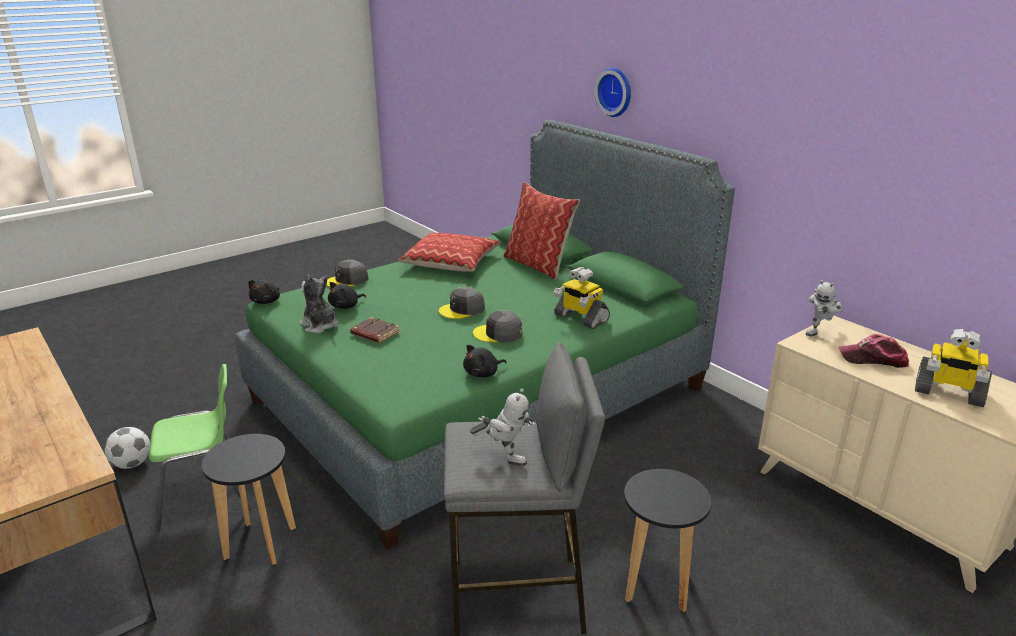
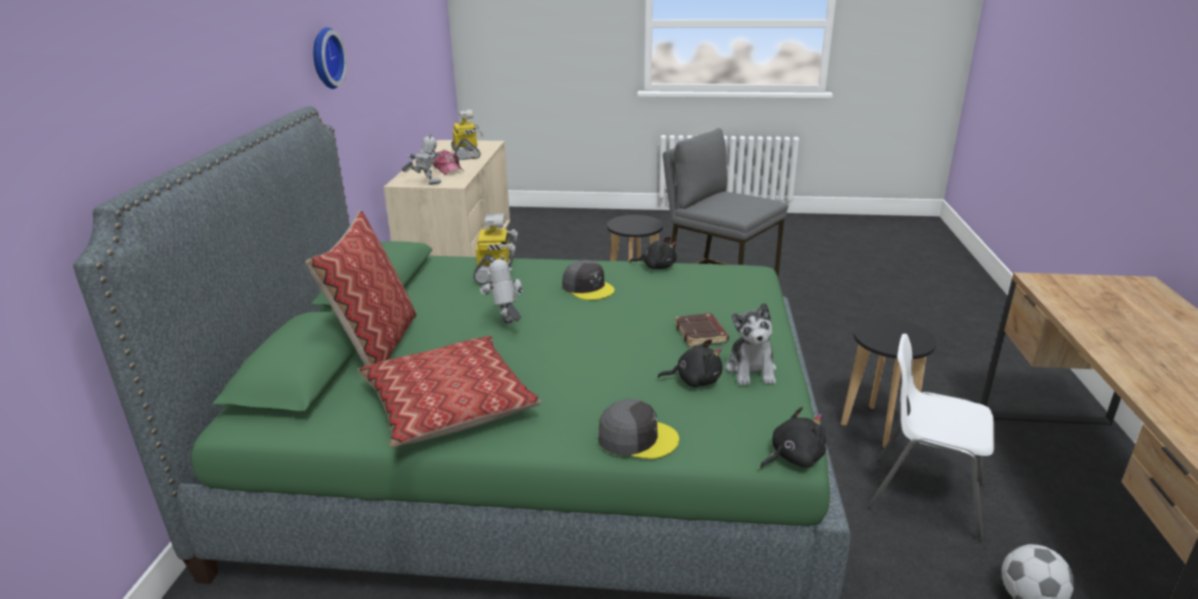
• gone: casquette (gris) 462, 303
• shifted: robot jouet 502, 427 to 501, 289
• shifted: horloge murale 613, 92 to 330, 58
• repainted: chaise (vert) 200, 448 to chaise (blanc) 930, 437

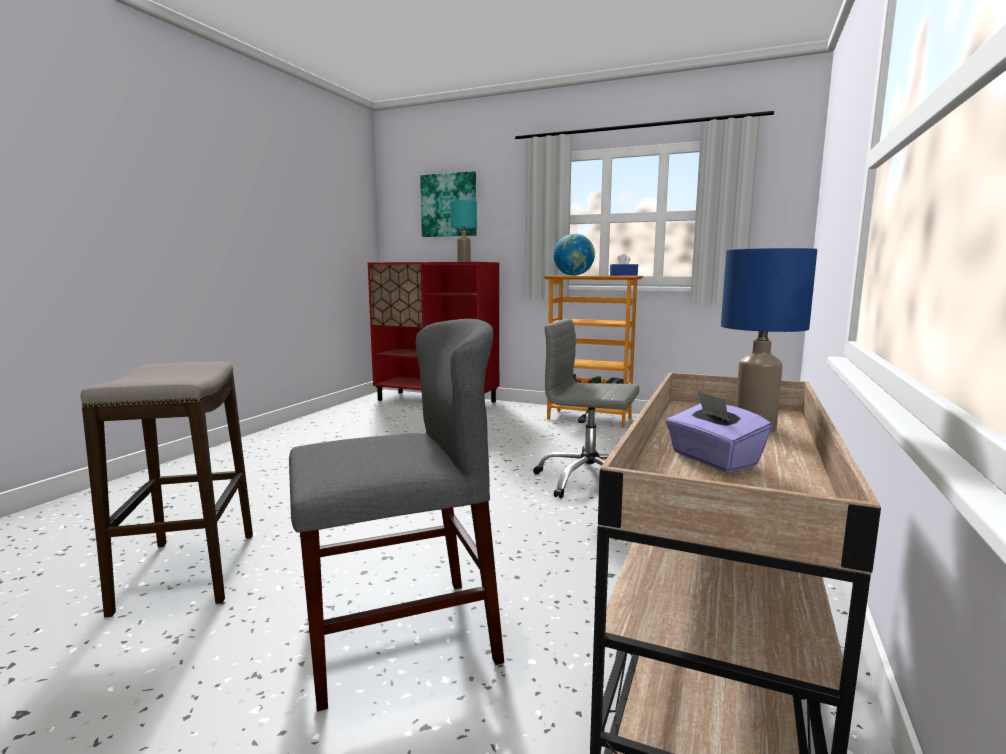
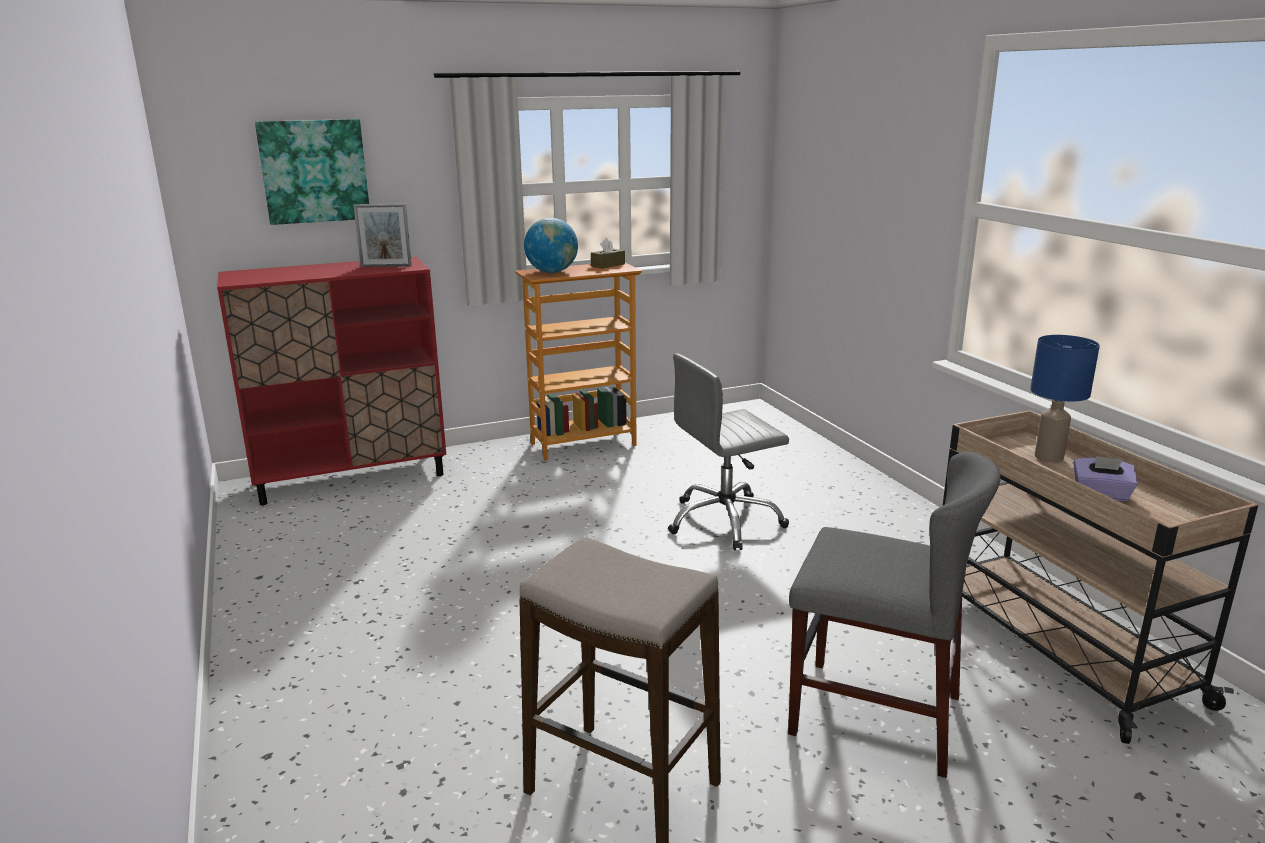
• swapped: lampe de table (turquoise) 463, 231 to cadre photo 382, 235
• repainted: boîte à mouchoirs (bleu) 624, 264 to boîte à mouchoirs (marron) 608, 253
• rotated: chaise (gris) 396, 515 = 894, 615 90 degrees clockwise

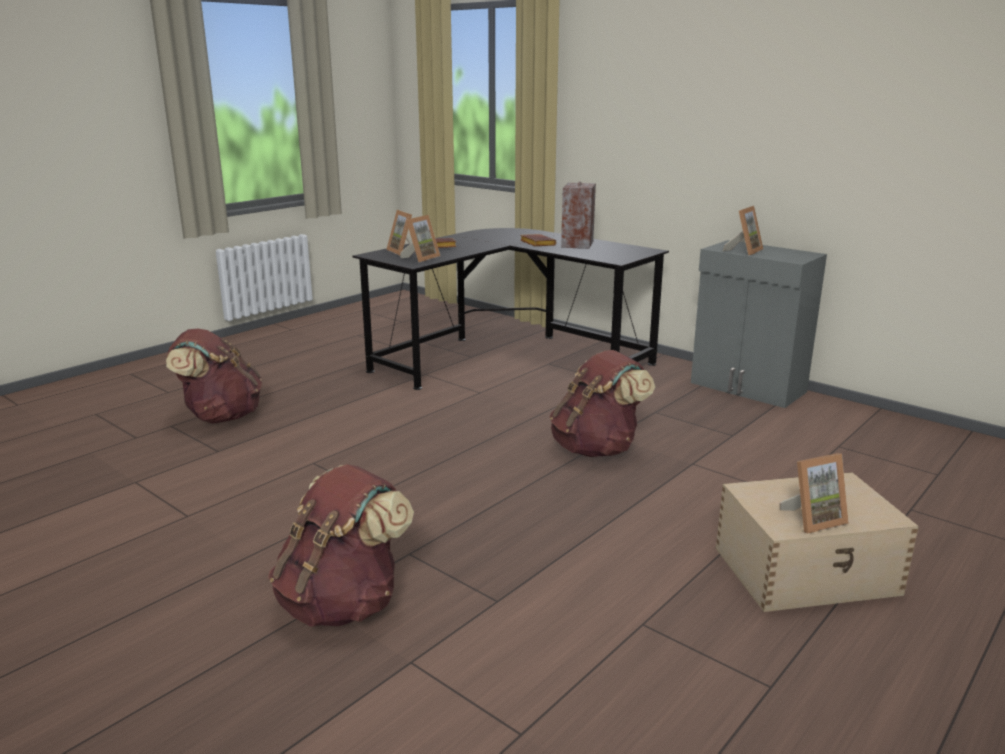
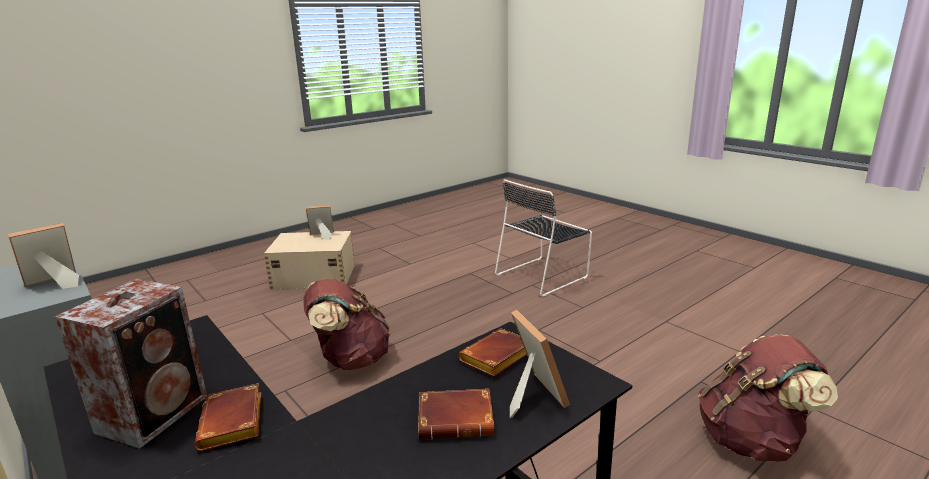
• swapped: sac à dos (marron) 341, 545 to chaise (noir) 543, 238
• swapped: cadre photo 420, 238 to livre (marron) 493, 352

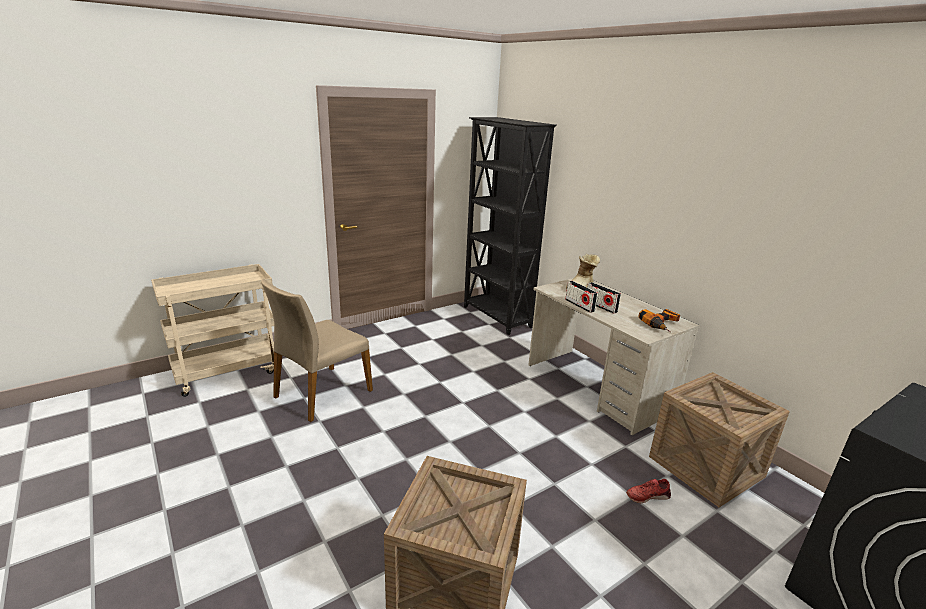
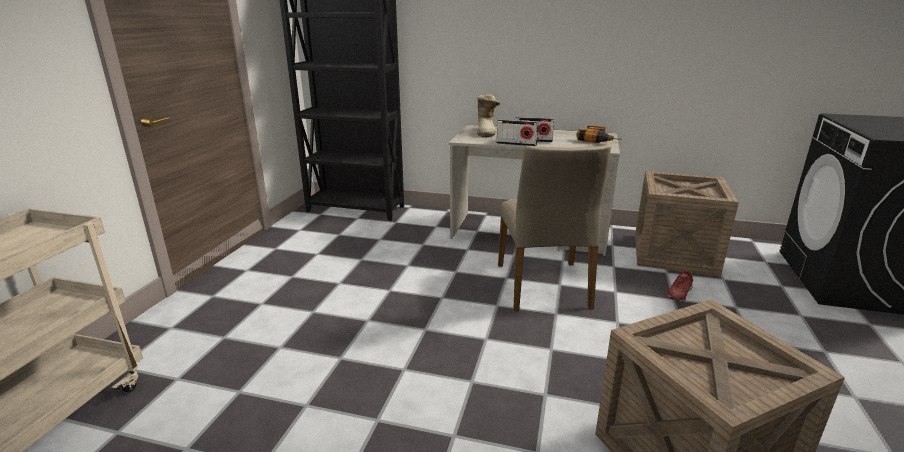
• shifted: chaise (beige) 317, 350 to 554, 228

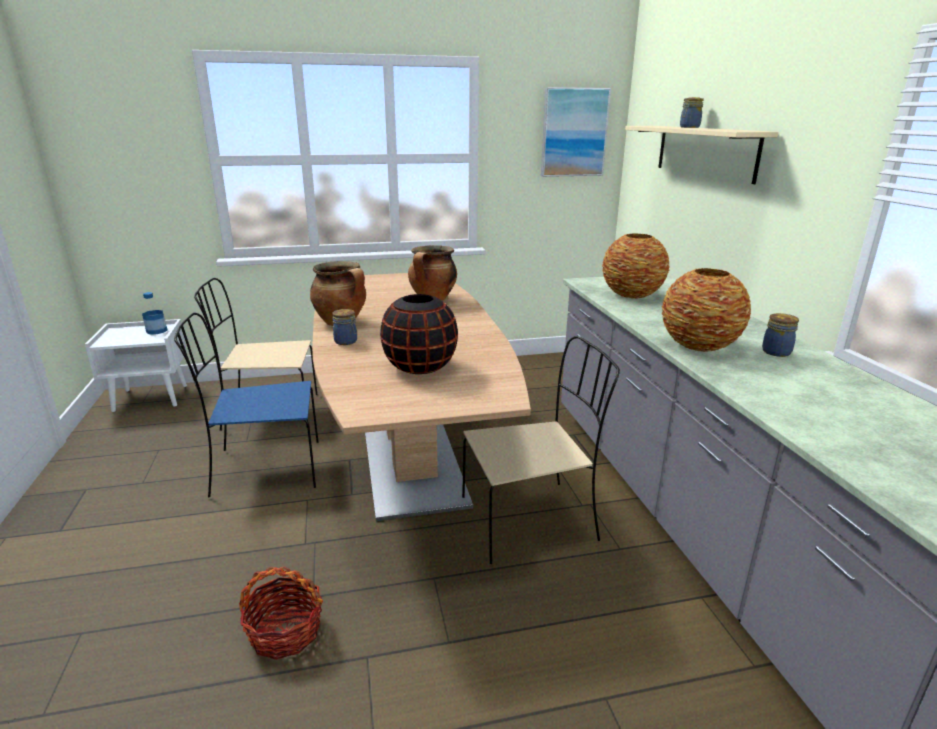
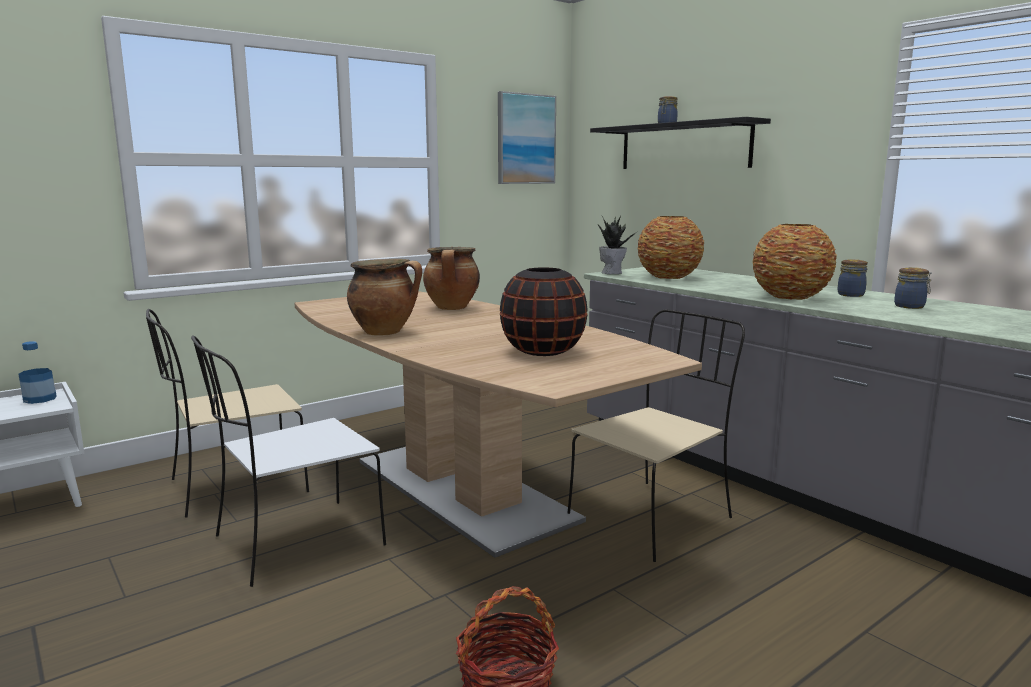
• new: plante en pot 617, 244
• shifted: bocal 344, 327 to 913, 288
• repainted: chaise (bleu) 246, 405 to chaise (blanc) 288, 461
• repainted: étagère (beige) 701, 155 to étagère (noir) 680, 143

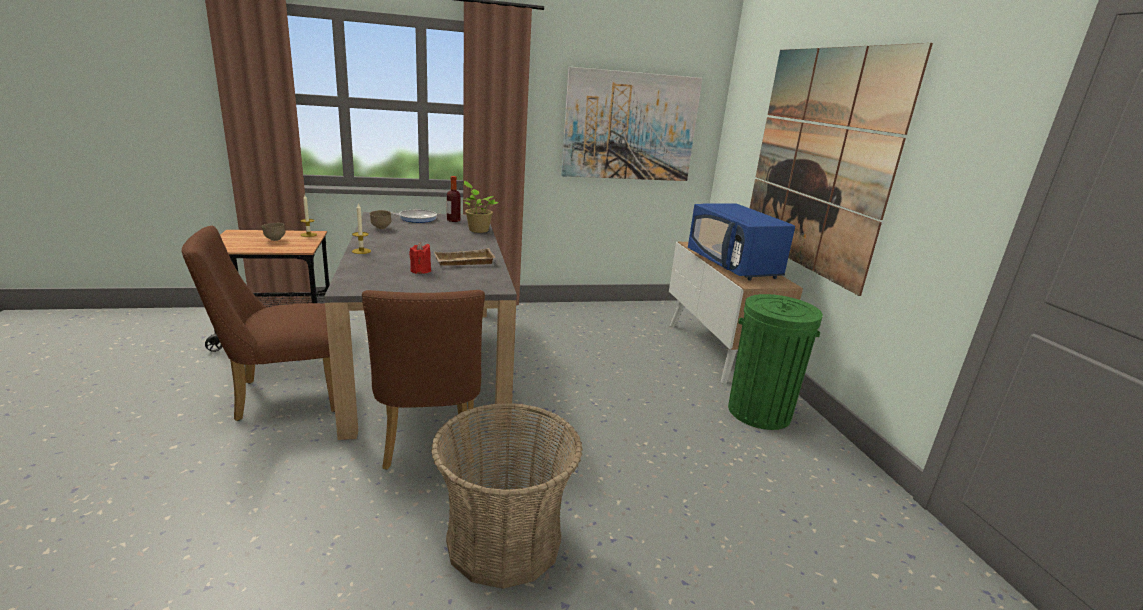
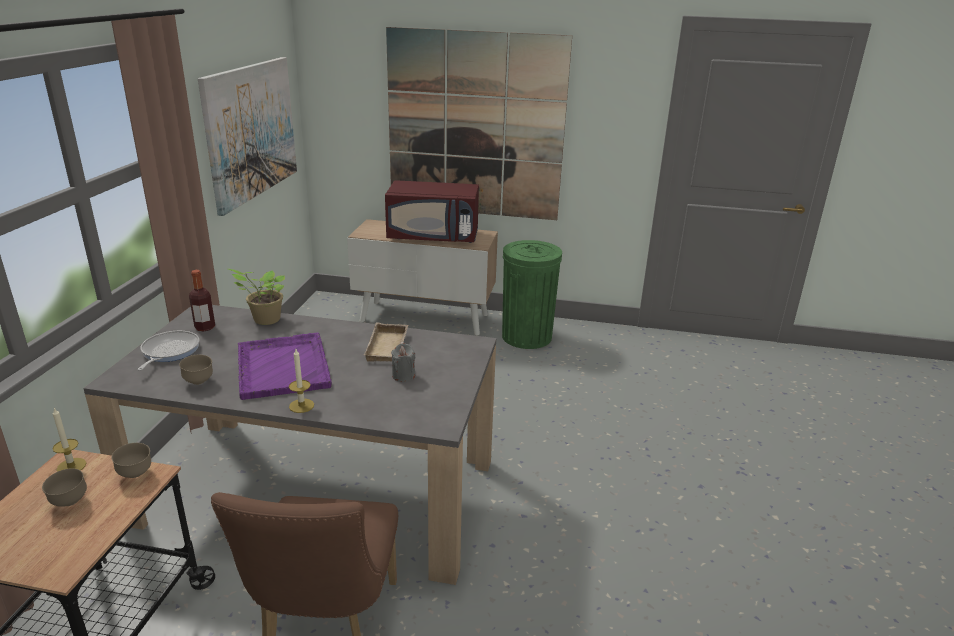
• gone: chaise (marron) 423, 380
• gone: panier 507, 496
• new: bol (marron) 131, 460
• new: plateau (violet) 285, 366
• repainted: bougie (rouge) 420, 258 to bougie (gris) 403, 362
• repainted: micro-ondes (bleu) 741, 242 to micro-ondes (rouge) 432, 211

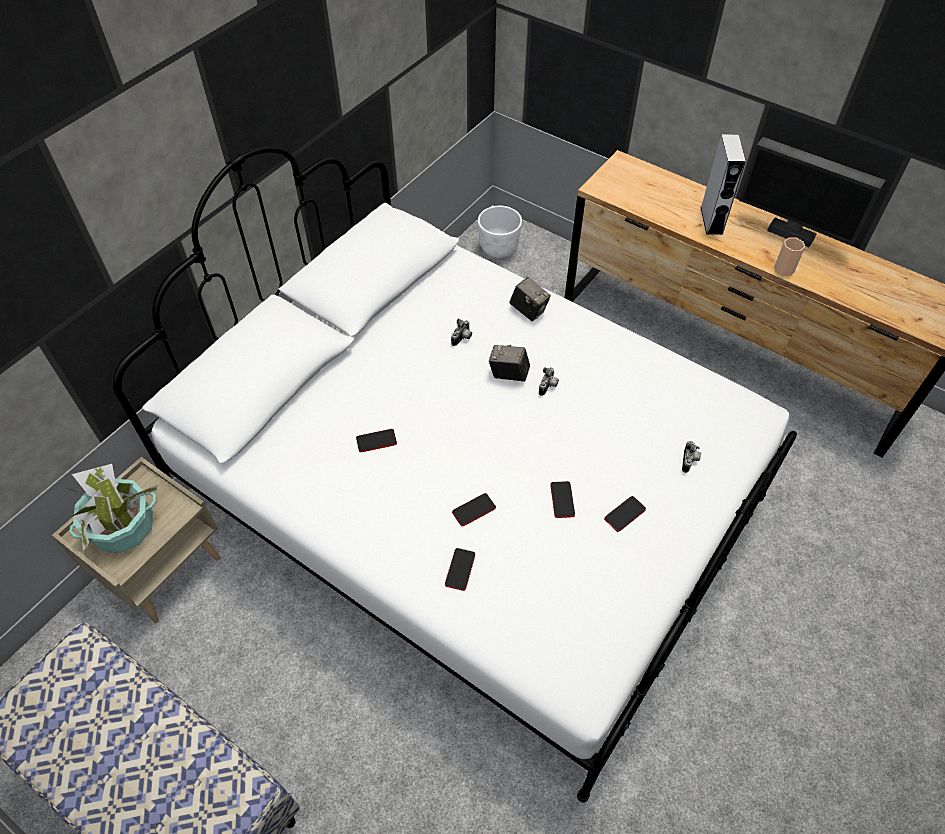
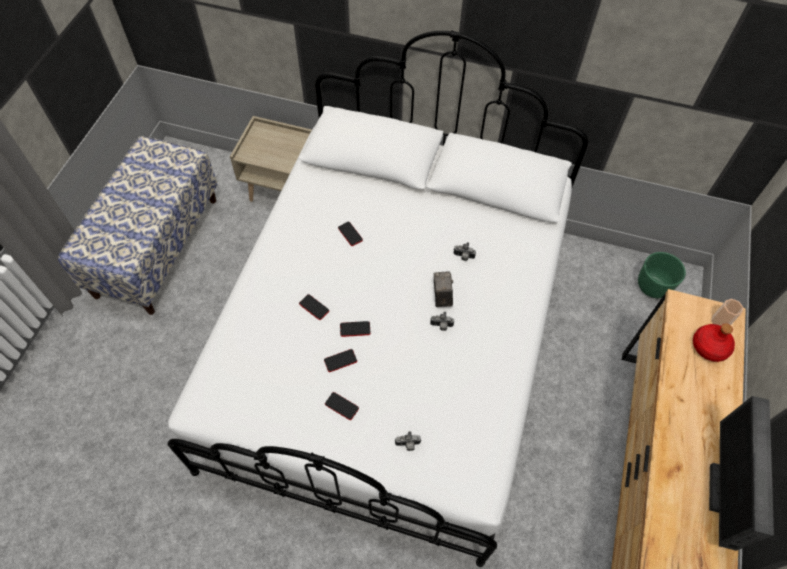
• gone: plante en pot 110, 508
• gone: appareil photo 530, 299
• gone: enceinte (gris) 723, 184
• new: bouteille (rouge) 714, 342
• shifted: téléphone 460, 569 to 355, 329
• shifted: tasse 789, 257 to 727, 312
• repainted: cache-pot (blanc) 500, 232 to cache-pot (vert) 662, 275

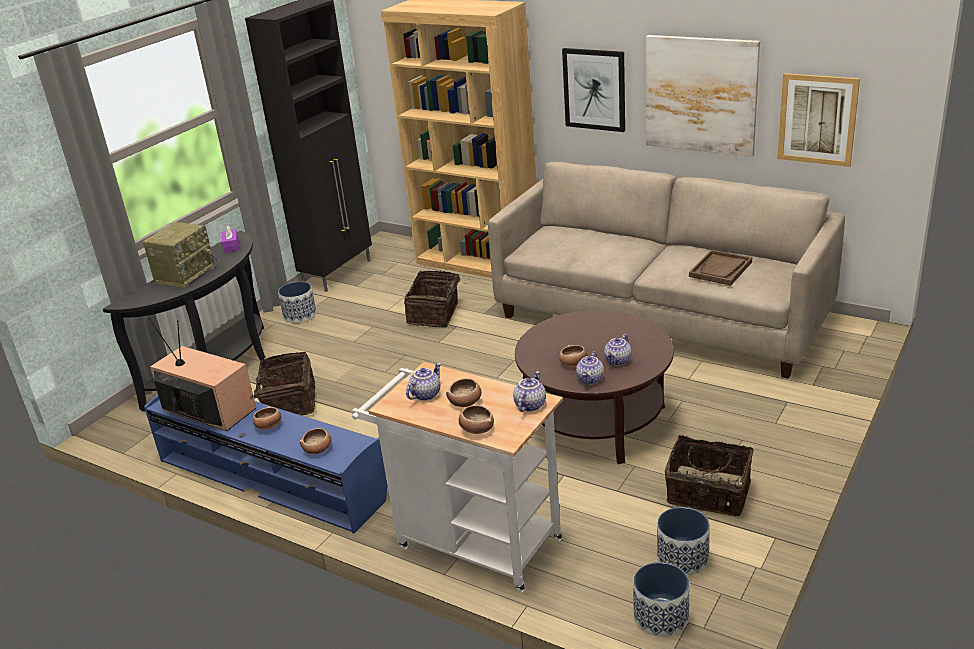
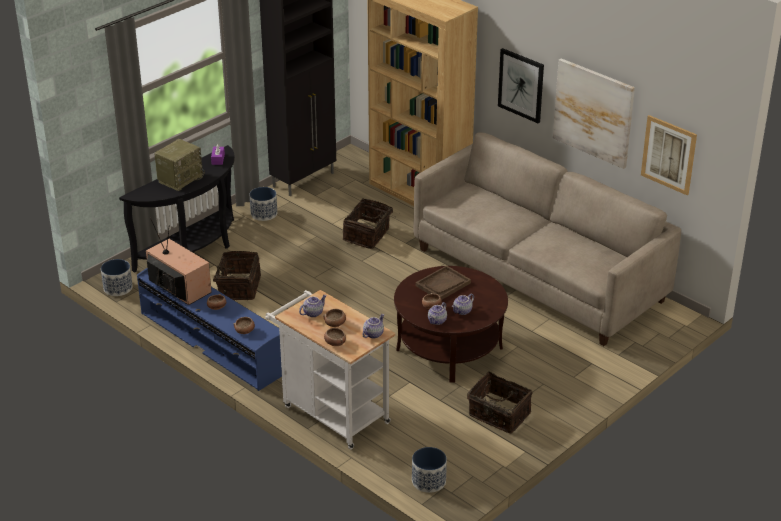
• shifted: cache-pot 683, 541 to 117, 277
• shifted: plateau (marron) 720, 268 to 443, 282

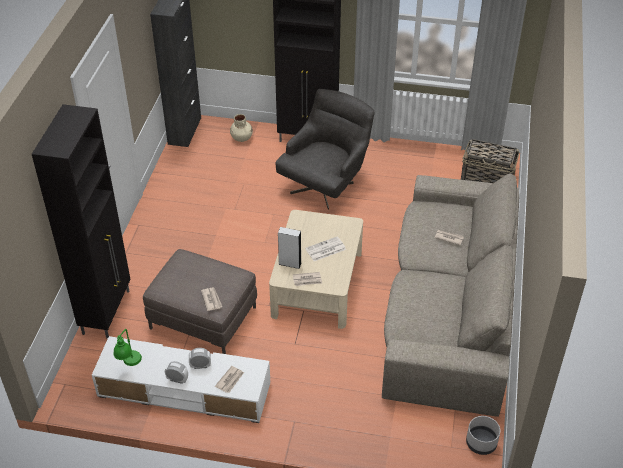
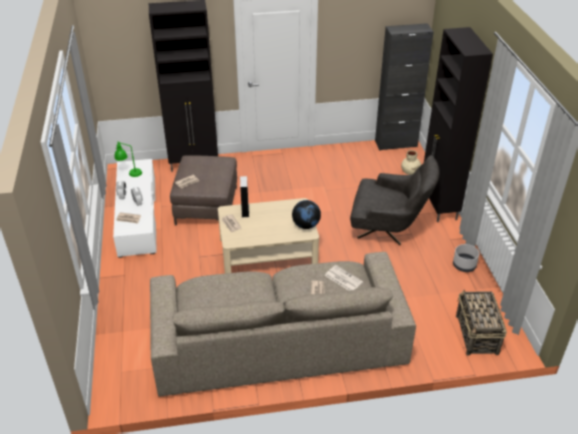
• new: globe 306, 214
• shifted: journal 325, 248 to 344, 278
• shifted: cache-pot (gris) 483, 435 to 466, 258

